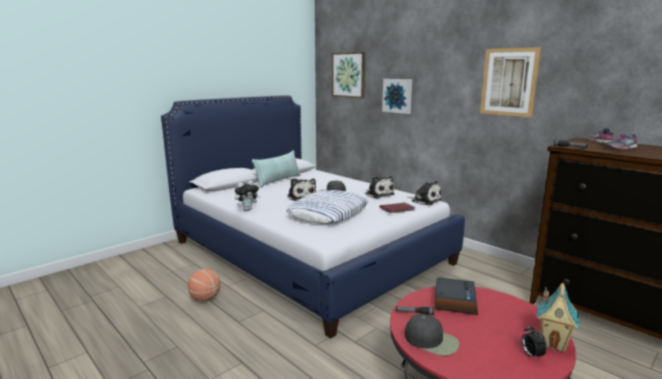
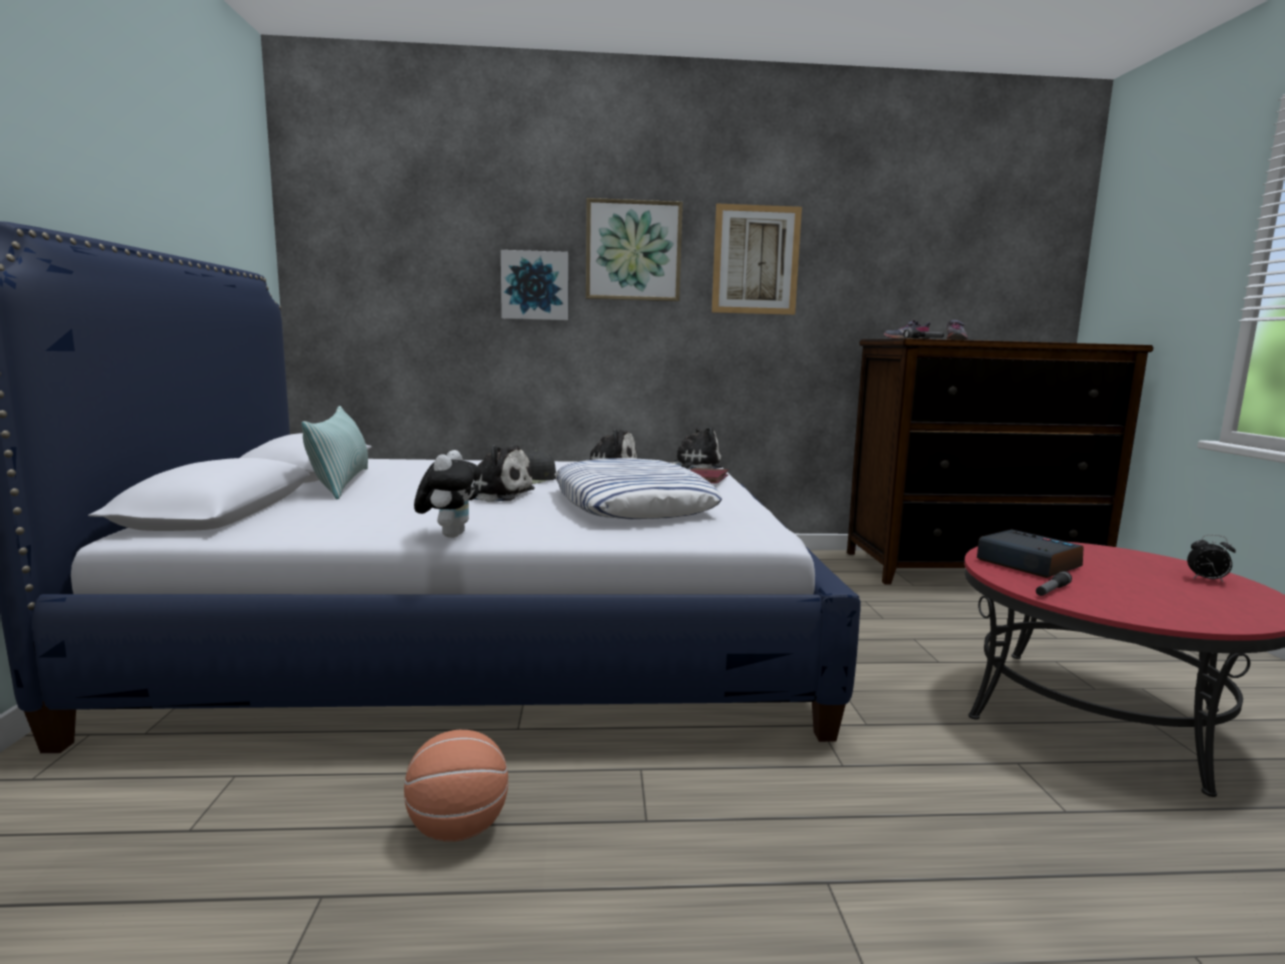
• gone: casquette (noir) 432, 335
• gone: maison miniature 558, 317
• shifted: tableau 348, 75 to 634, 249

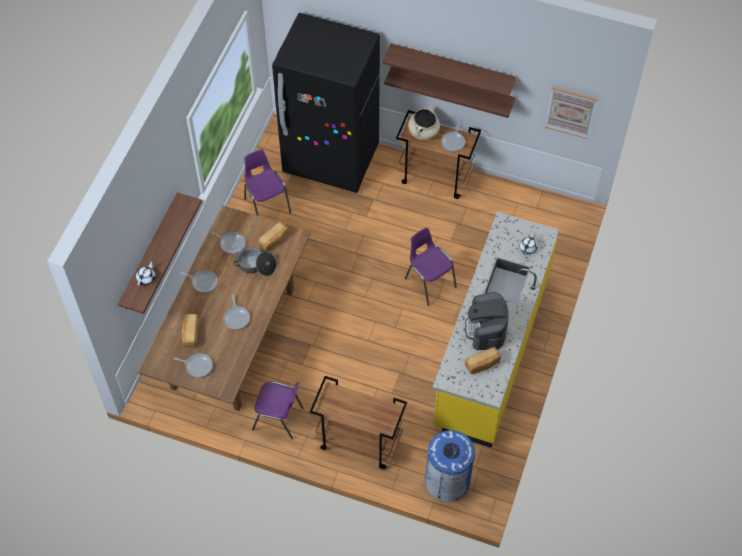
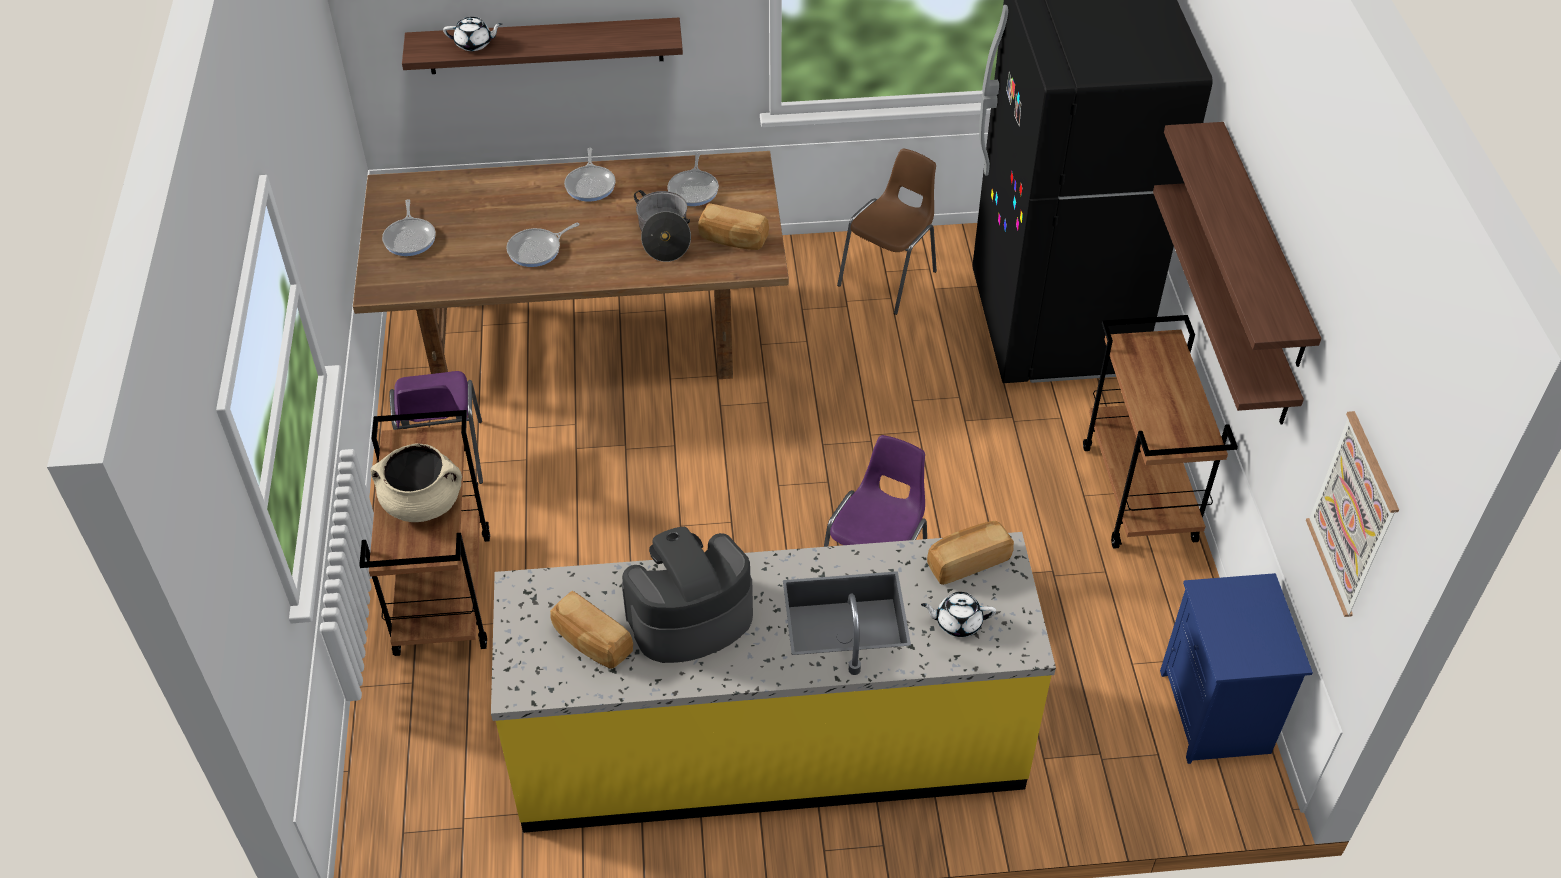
• gone: poubelle (bleu) 450, 466
• gone: poêle 453, 137
• new: table de chevet (bleu) 1236, 668
• shifted: pain 190, 331 to 970, 553
• shifted: marmite (beige) 424, 123 to 416, 482
• repainted: chaise (violet) 267, 182 to chaise (marron) 887, 231

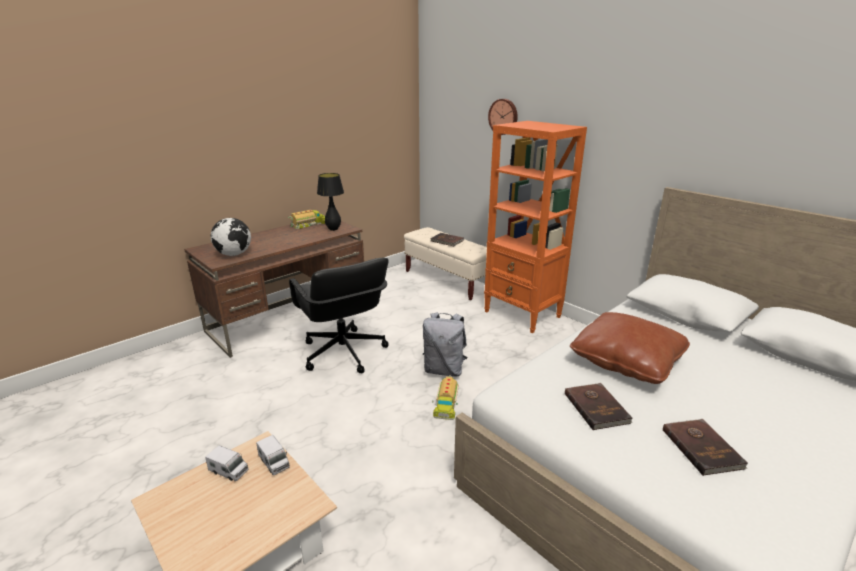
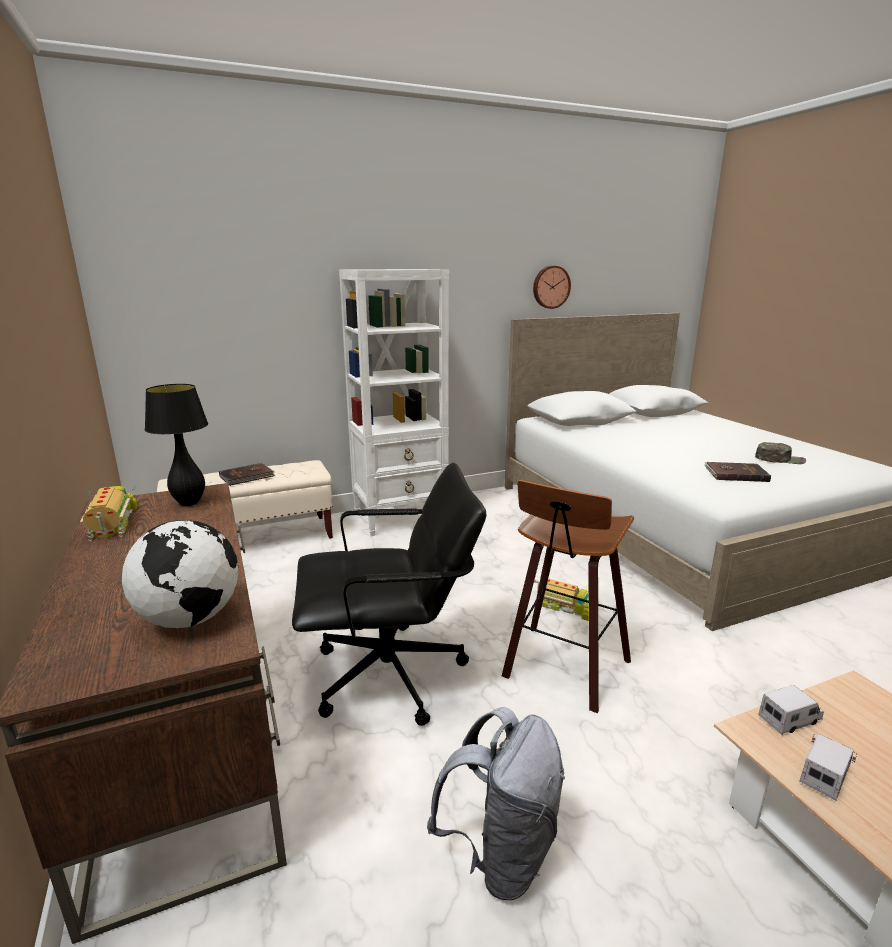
• gone: coussin (marron) 630, 348
• new: tabouret 568, 596
• shifted: sac à dos (gris) 445, 344 to 496, 803
• shifted: horloge murale 503, 117 to 552, 287
• swapped: livre (marron) 705, 447 to casquette (vert) 780, 453
• repainted: bibliothèque (orange) 535, 227 to bibliothèque (blanc) 394, 402

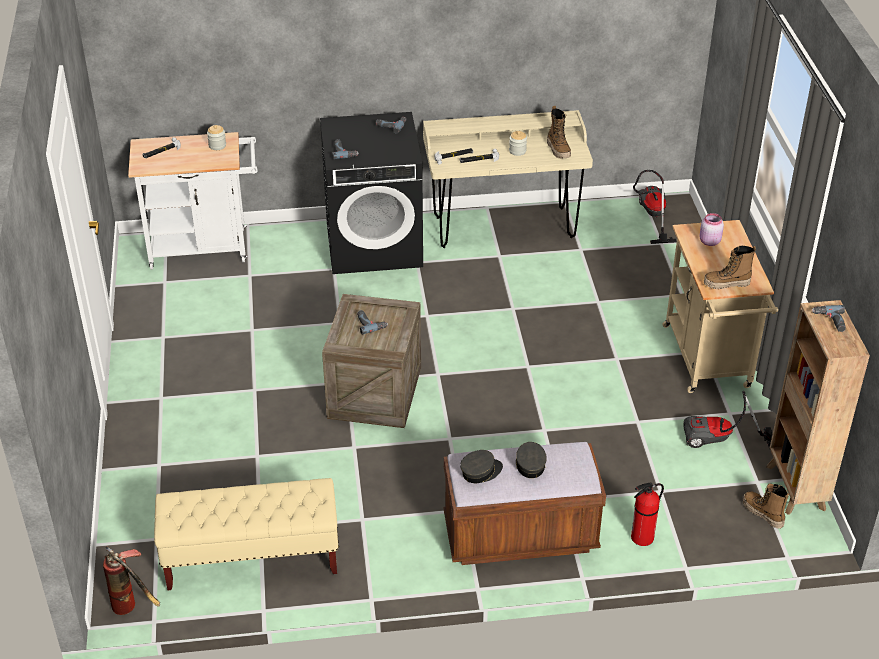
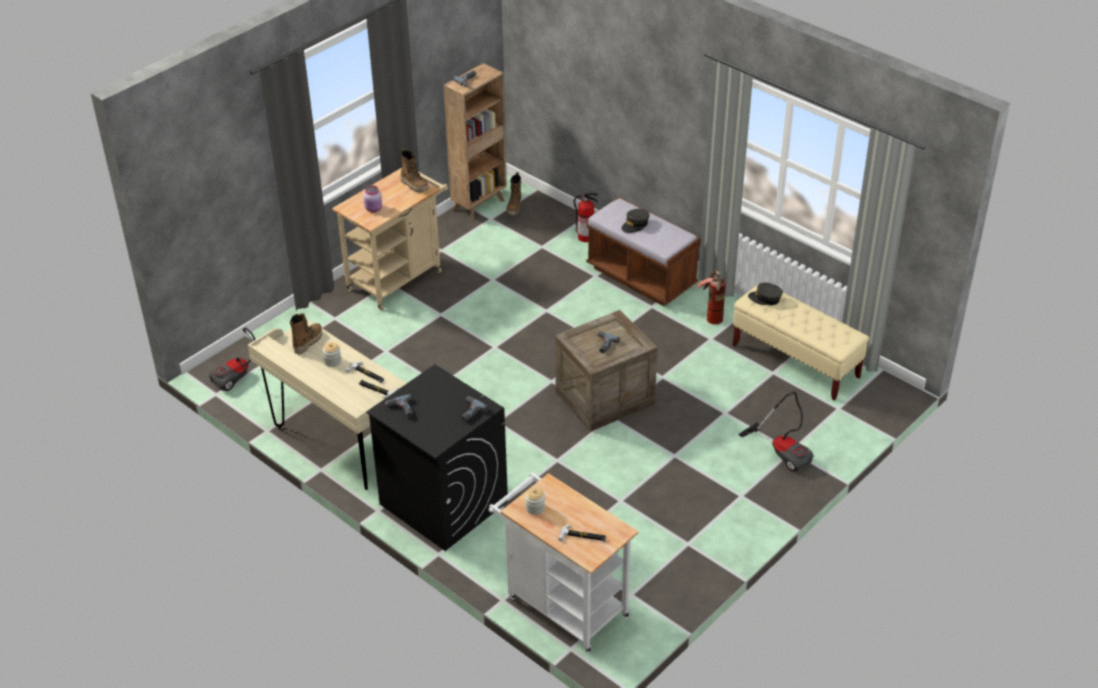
• shifted: extincteur 131, 580 to 711, 296
• shifted: casquette (gris) 481, 466 to 765, 293
• shifted: aspirateur 727, 420 to 776, 432

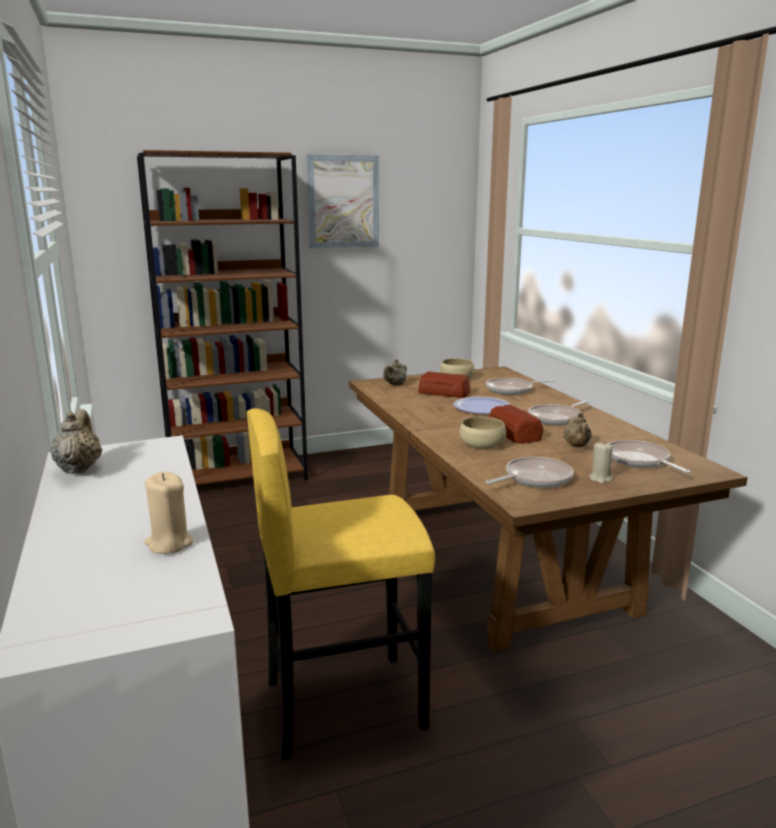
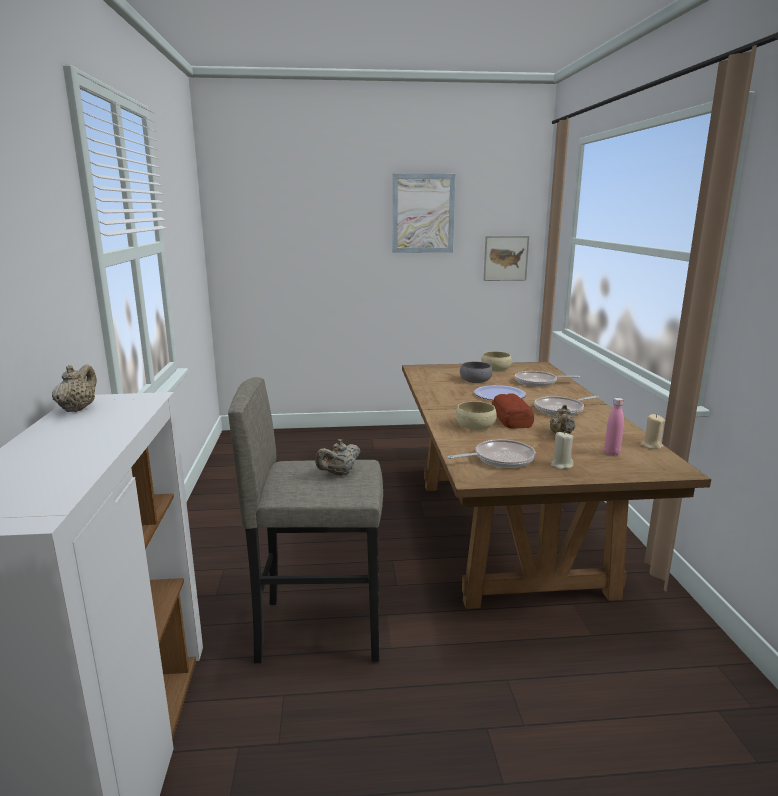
• gone: bibliothèque (marron) 222, 317
• new: tableau 506, 258
• shifted: bougie (beige) 168, 513 to 652, 431
• shifted: théière (beige) 395, 372 to 337, 457
• swapped: pain 444, 385 to bol (gris) 476, 372
• swapped: poêle 649, 456 to bouteille (rose) 614, 427
• repainted: tabouret (jaune) 341, 584 to tabouret (gris) 305, 520

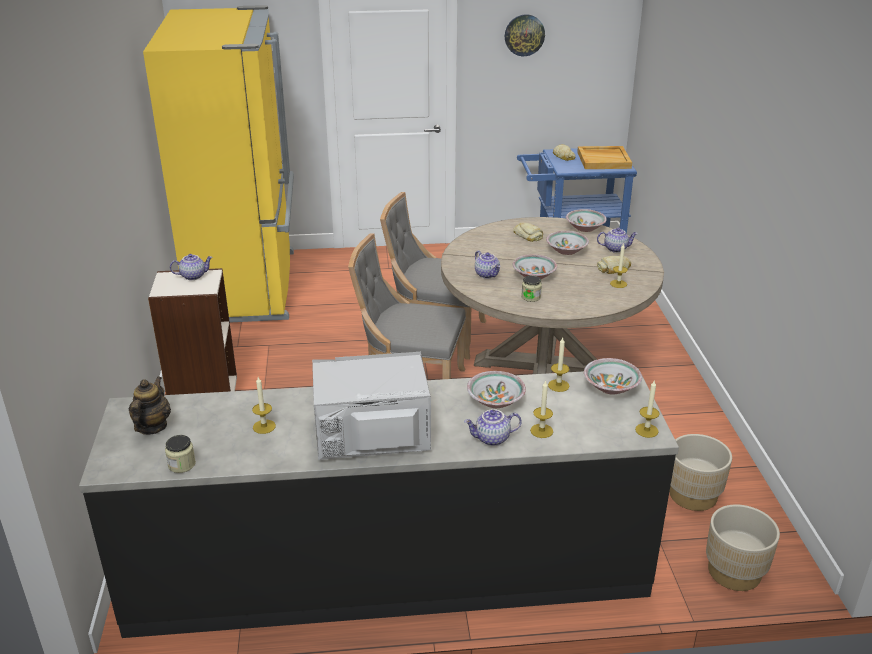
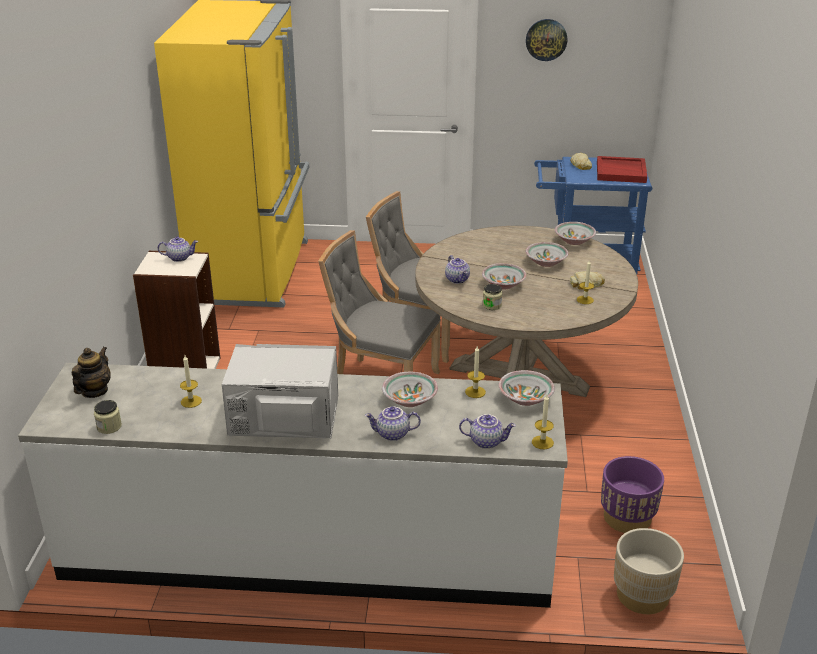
• gone: pain 528, 232
• gone: bougie 541, 409
• shifted: théière 617, 240 to 487, 431
• repainted: comptoir de cuisine (noir) 379, 504 to comptoir de cuisine (blanc) 293, 485
• repainted: plateau (beige) 604, 157 to plateau (rouge) 622, 169
• repainted: cache-pot (beige) 701, 472 to cache-pot (violet) 632, 494

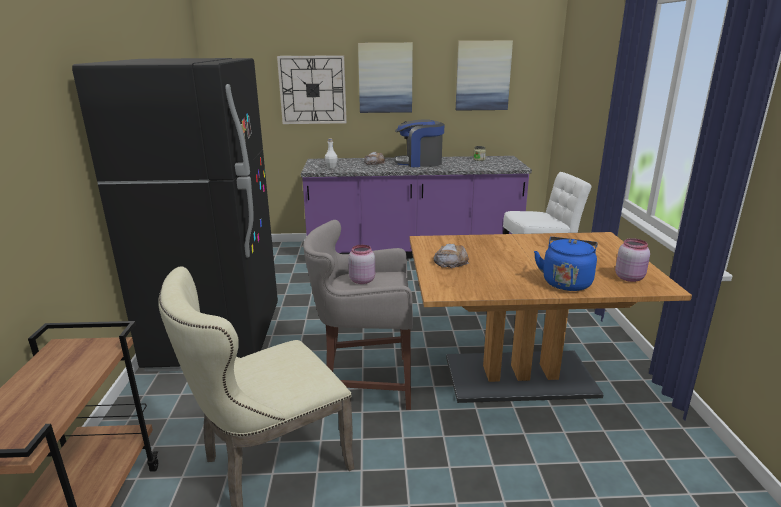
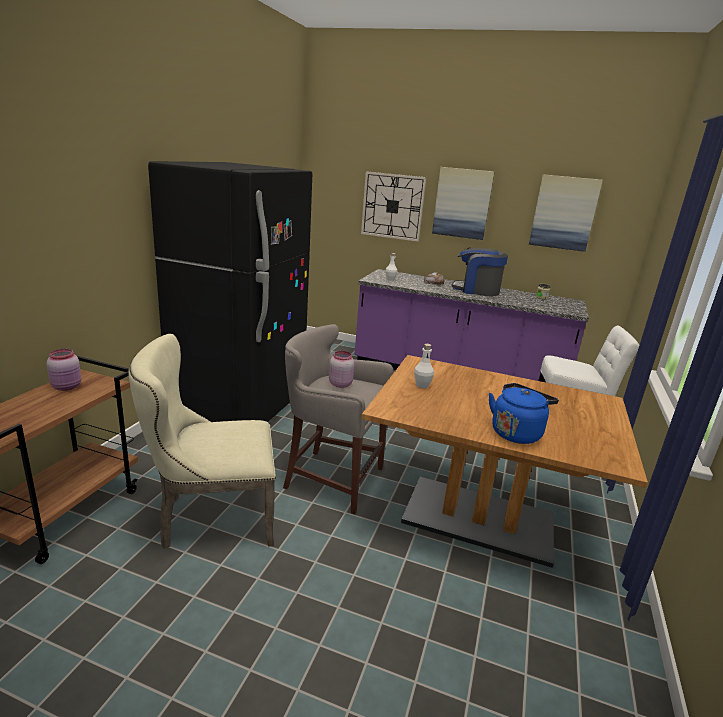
• shifted: bocal (rose) 632, 260 to 63, 370
• swapped: pain 451, 256 to bouteille (blanc) 424, 366

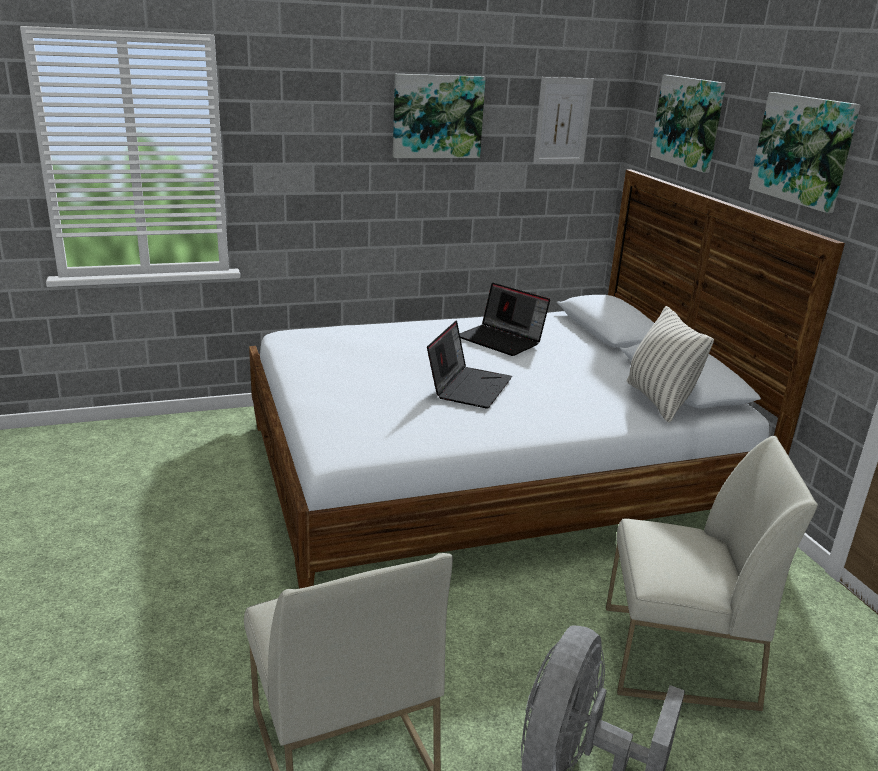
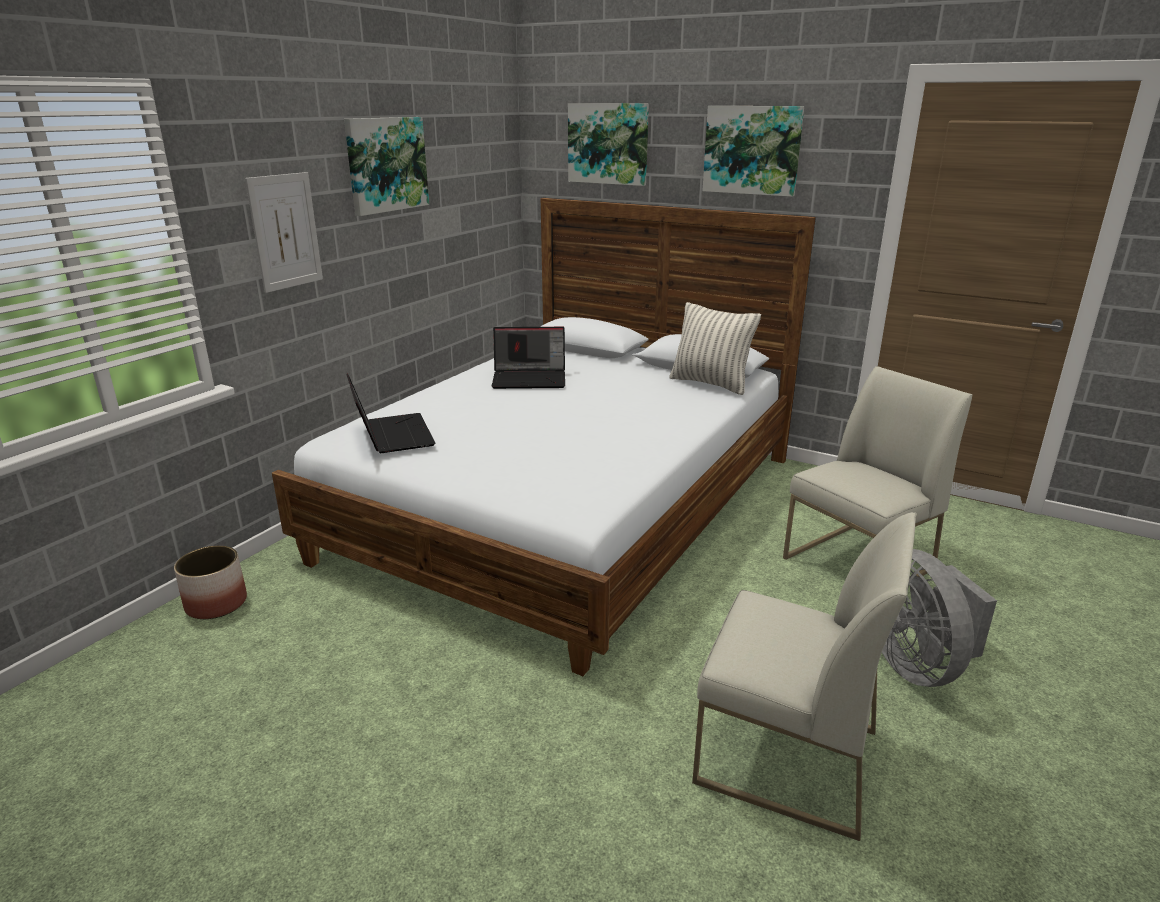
• new: cache-pot 210, 582
• shifted: ordinateur portable 469, 364 to 390, 413
• shifted: tableau 563, 120 to 284, 232

